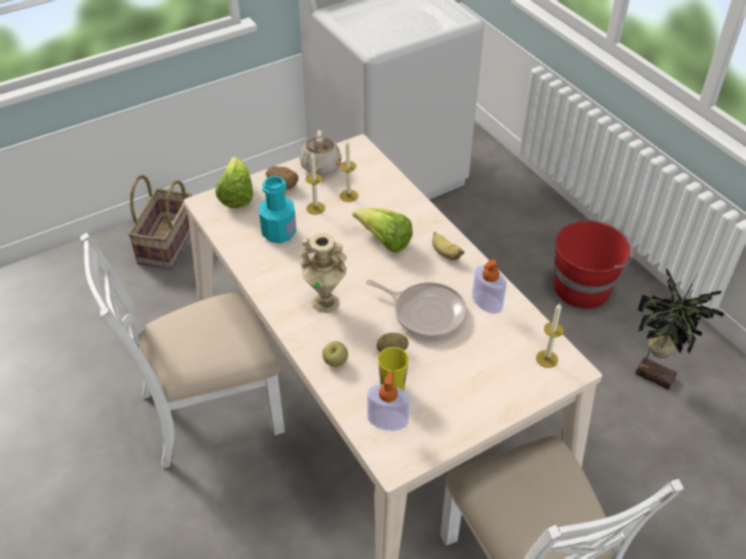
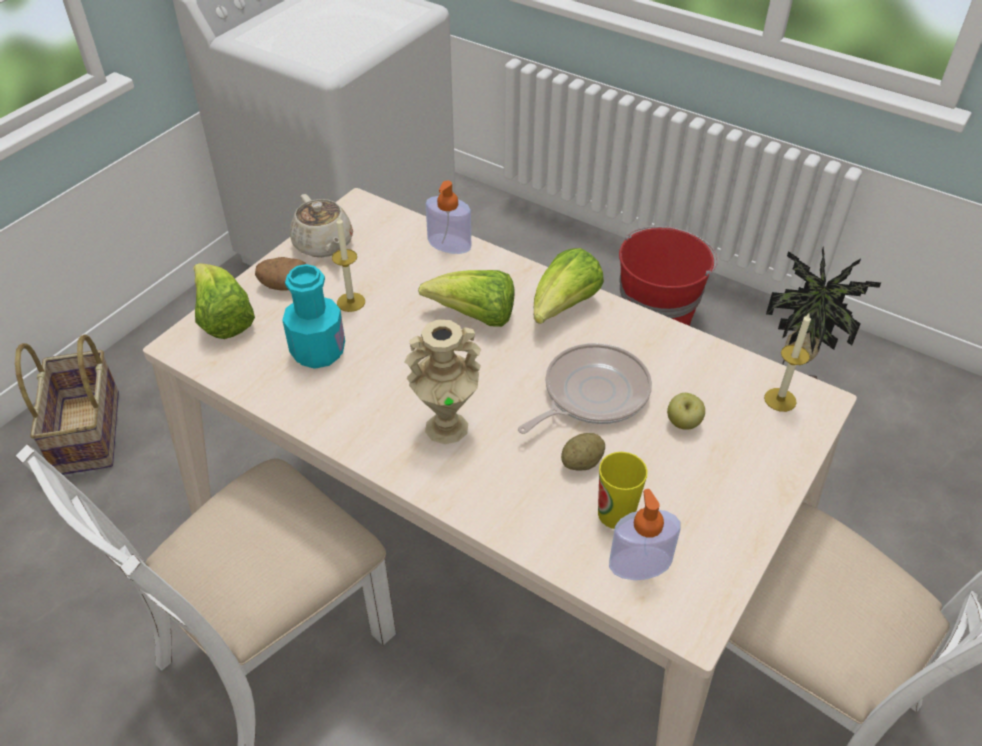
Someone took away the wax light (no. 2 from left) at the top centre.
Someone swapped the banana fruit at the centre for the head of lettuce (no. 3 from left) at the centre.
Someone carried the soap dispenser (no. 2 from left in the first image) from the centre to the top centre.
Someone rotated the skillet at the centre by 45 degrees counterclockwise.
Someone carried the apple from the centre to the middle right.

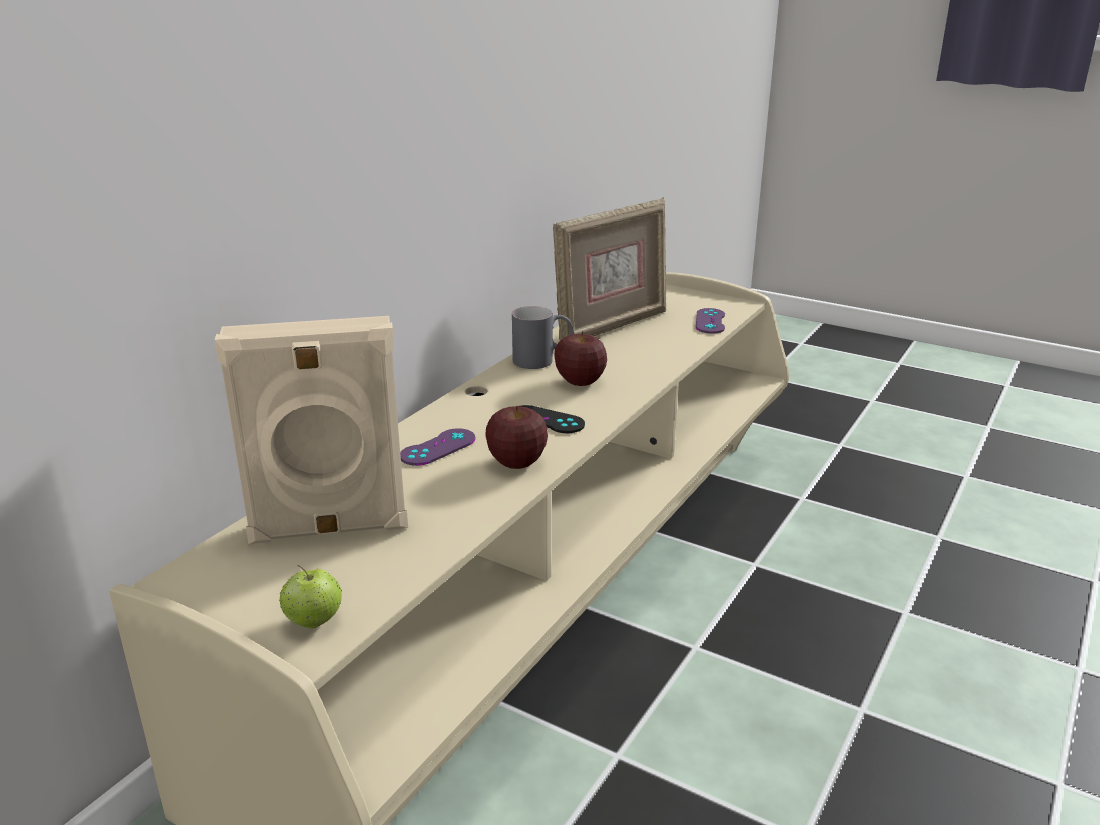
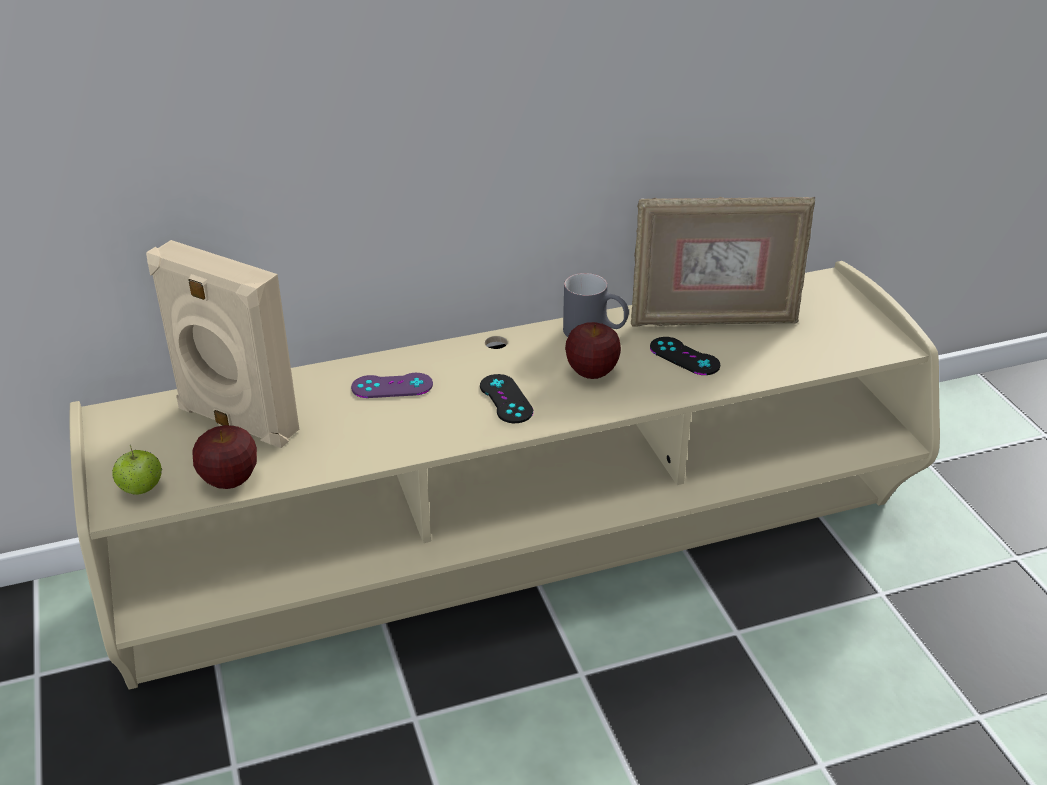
Someone took away the game controller in purplish (no. 2 from left) at the centre.
Someone carried the apple (no. 2 from left) from the centre to the middle left.
Someone put down the game controller in black-coloured (no. 2 from left) at the centre.

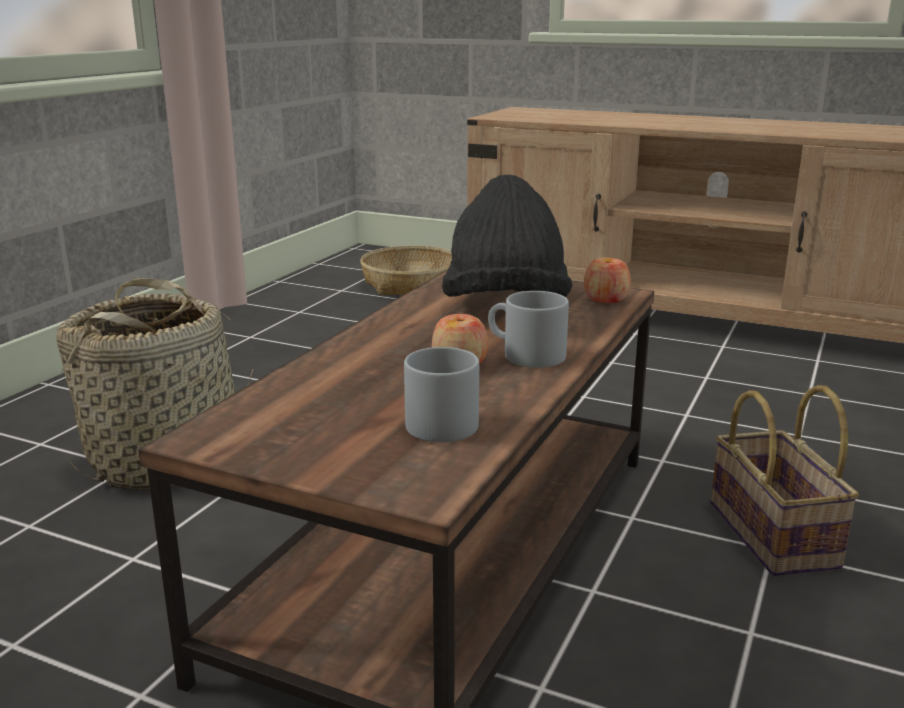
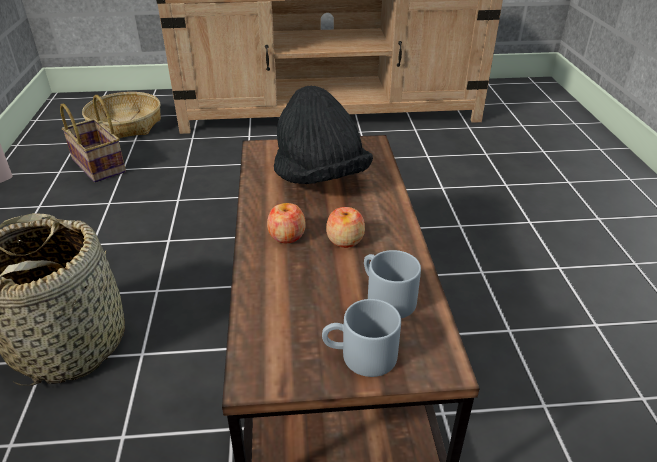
Someone carried the apple (no. 2 from left in the first image) from the middle right to the centre.
Someone carried the mug in greyish (no. 2 from left in the first image) from the centre to the bottom centre.
Someone carried the basket (no. 3 from left in the first image) from the bottom right to the top left.

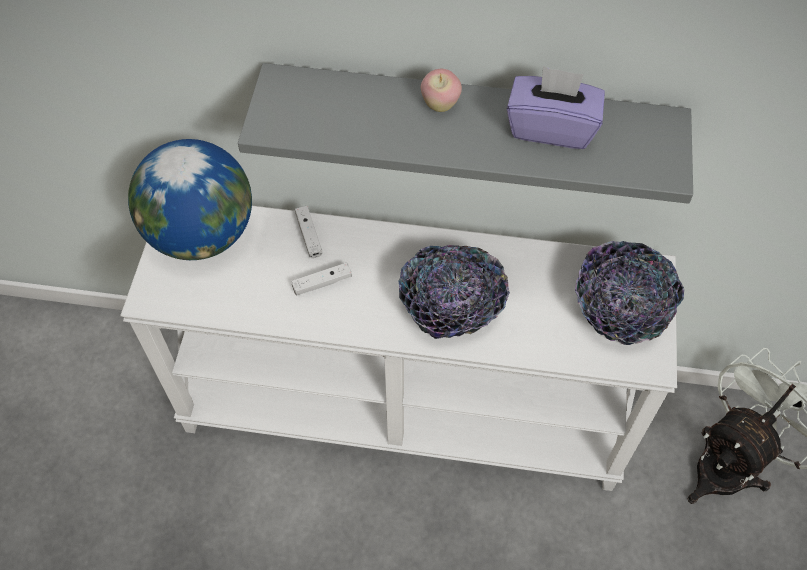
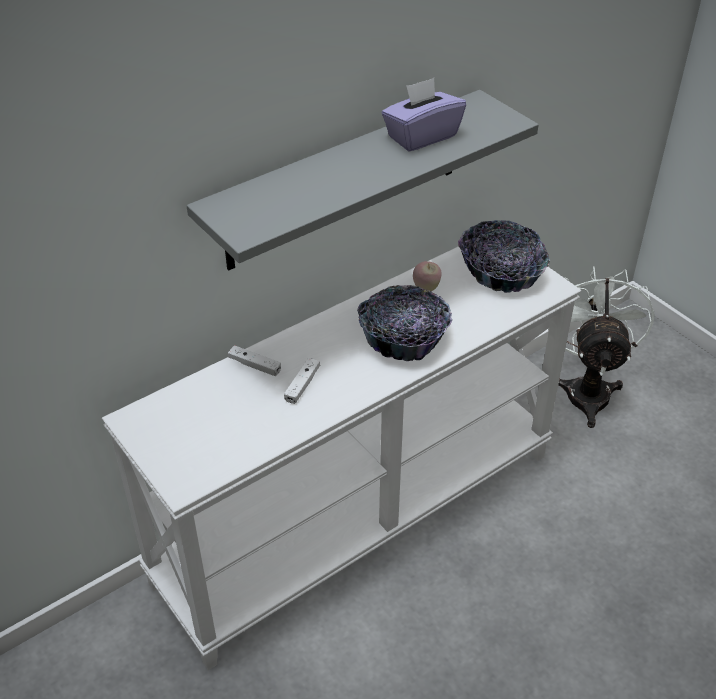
Someone carried the apple from the top centre to the centre.
Someone took away the globe at the middle left.

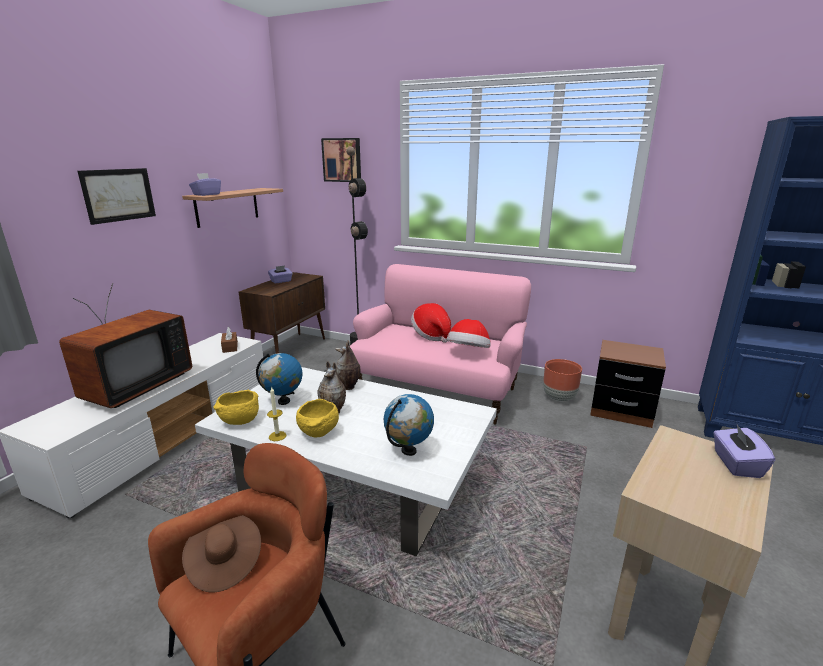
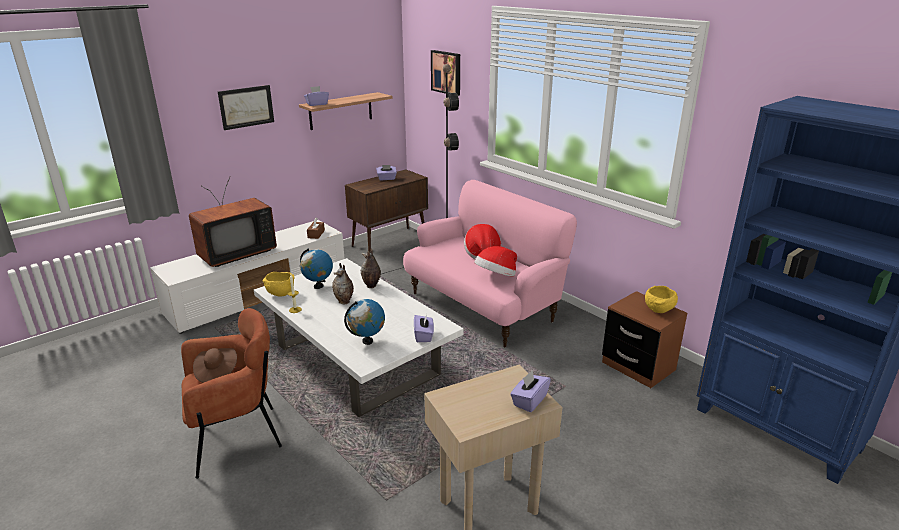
Someone took away the planter in brown-coloured at the middle right.
Someone carried the bowl in yellowish (no. 2 from left) from the centre to the middle right.
Someone put down the tissue holder in purplish (no. 3 from left) at the centre.

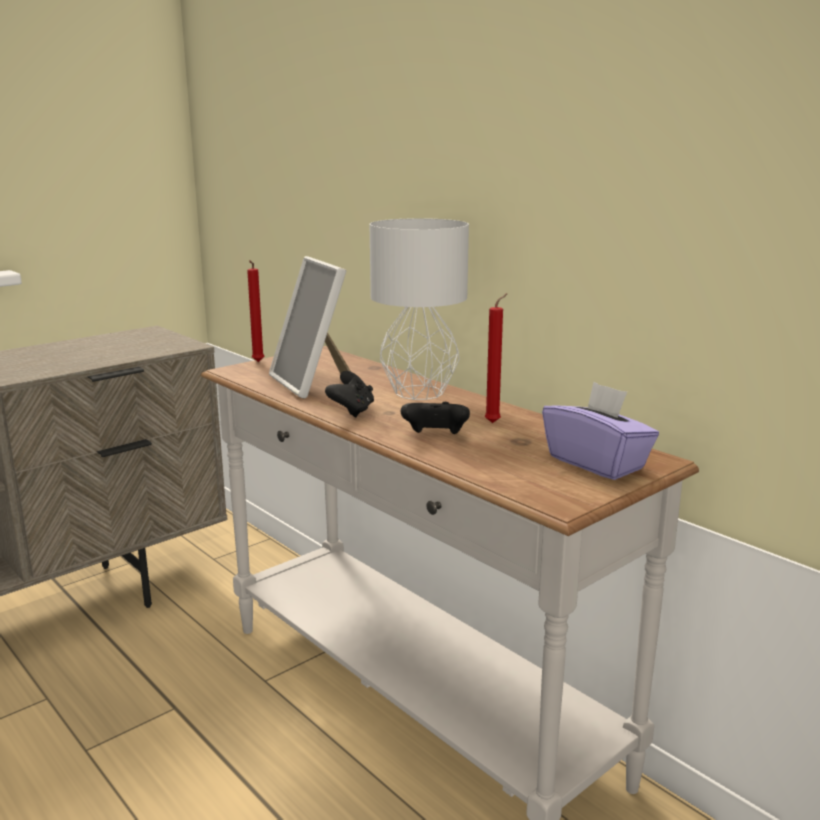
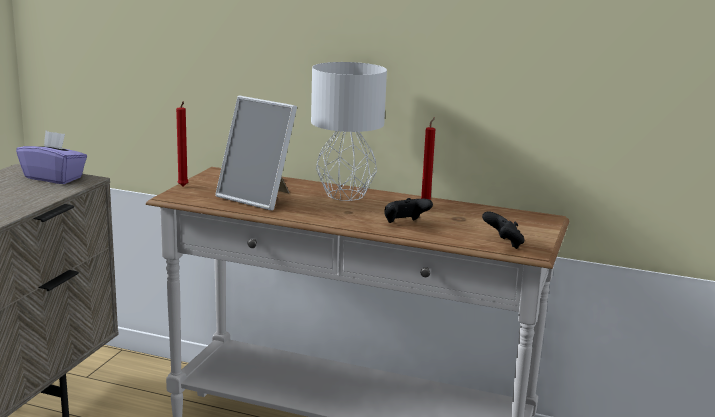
Someone carried the game controller in black-coloured (no. 1 from left in the first image) from the centre to the middle right.
Someone carried the tissue holder in purplish from the middle right to the middle left.

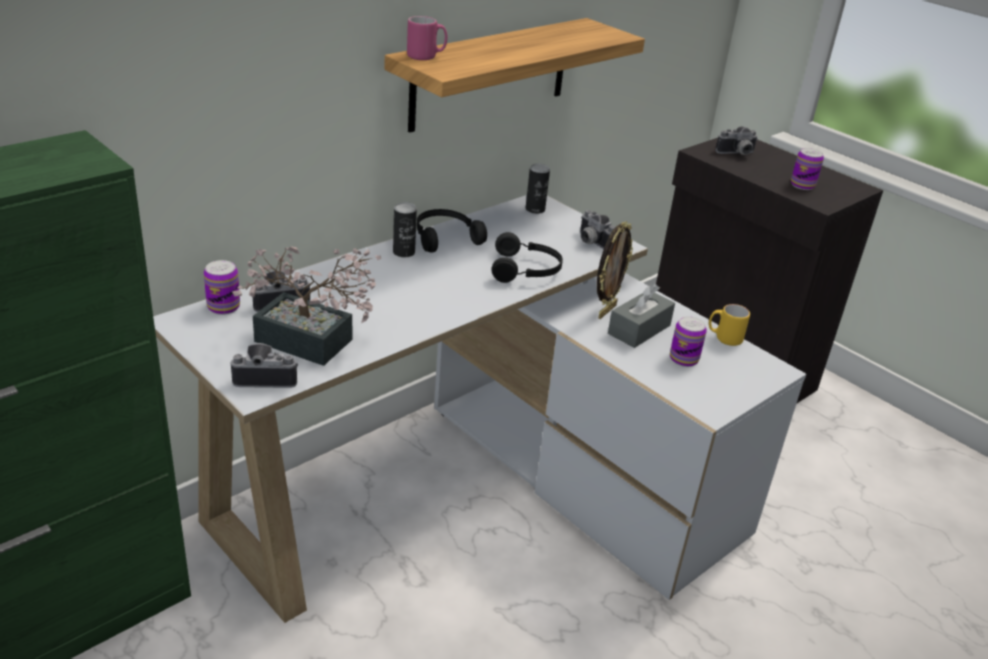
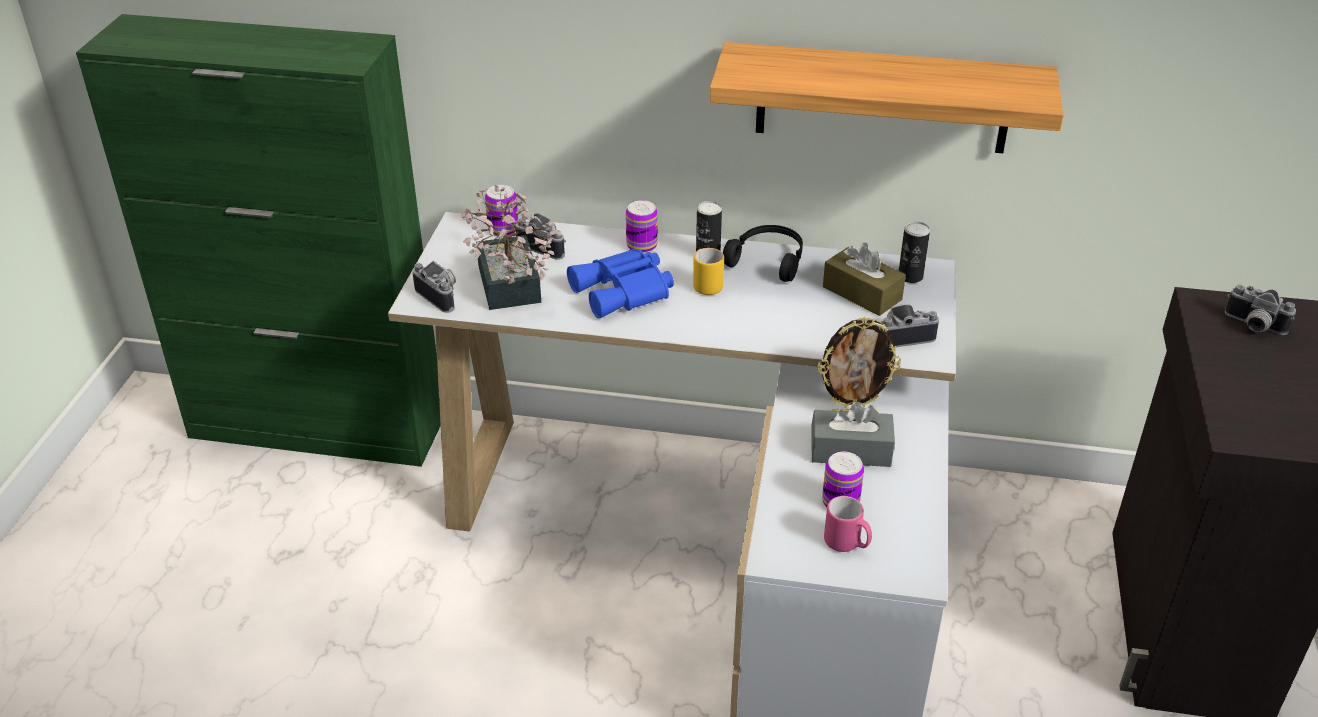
Someone carried the mug in pink from the top centre to the bottom centre.
Someone carried the metal can (no. 5 from left in the first image) from the top right to the top centre.
Someone rotated the still camera (no. 3 from left) at the centre by 60 degrees clockwise.
Someone took away the pair of headphones in black-coloured (no. 2 from left) at the centre.
Someone carried the mug in yellowish from the middle right to the centre.
Someone put down the tissue holder in brown-coloured at the centre.
Someone put down the field glasses in bluish at the centre.

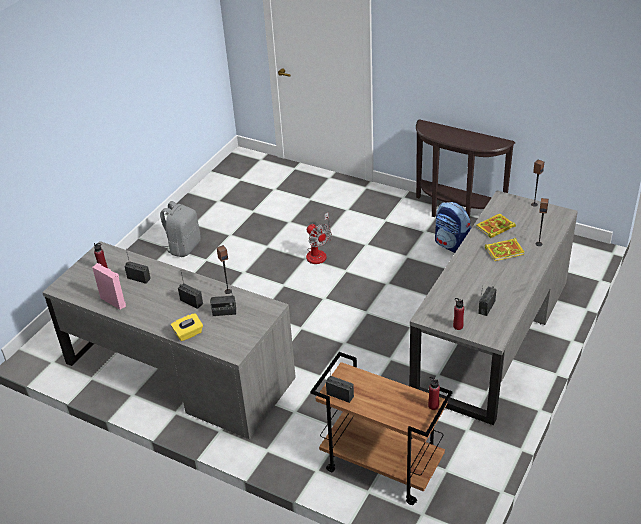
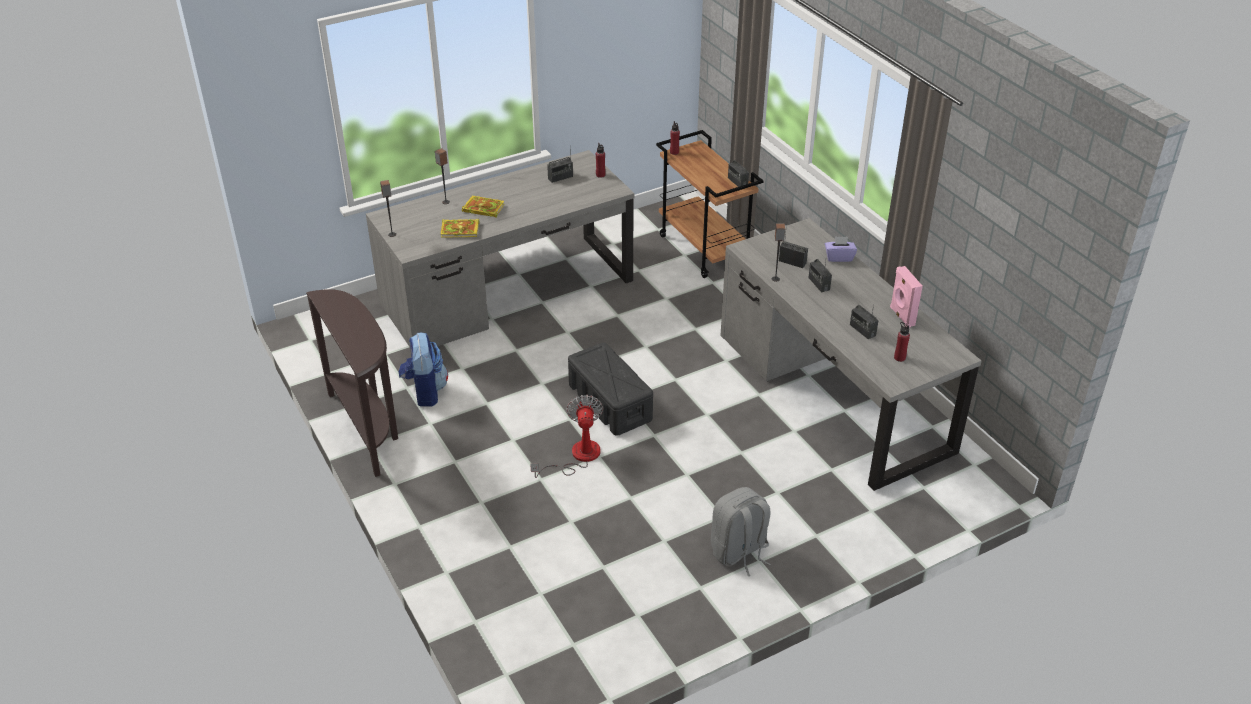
Someone repainted the tissue holder in yellowish at the middle left, which became the tissue holder in purplish at the middle right.
Someone put down the storage container in black-coloured at the centre.

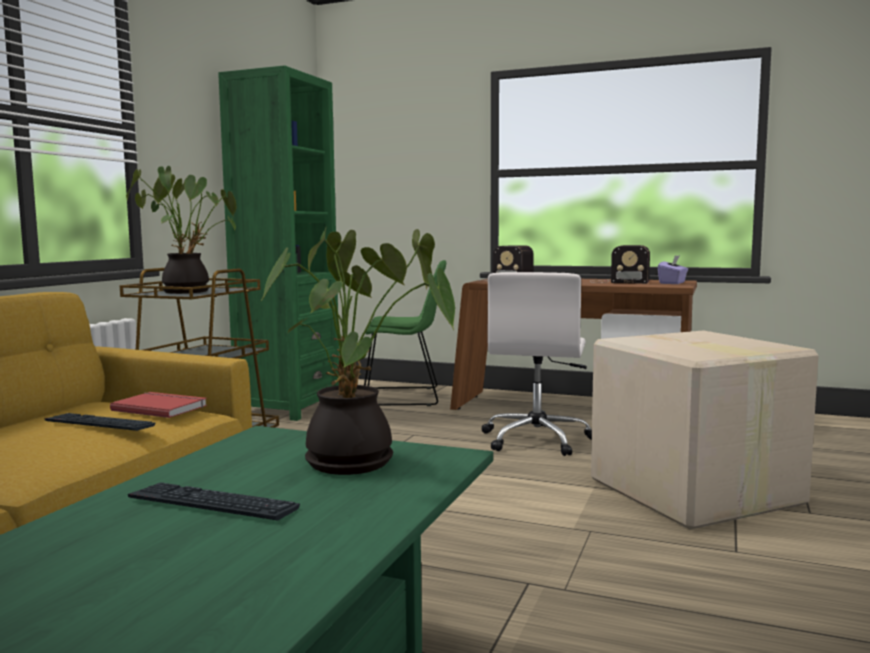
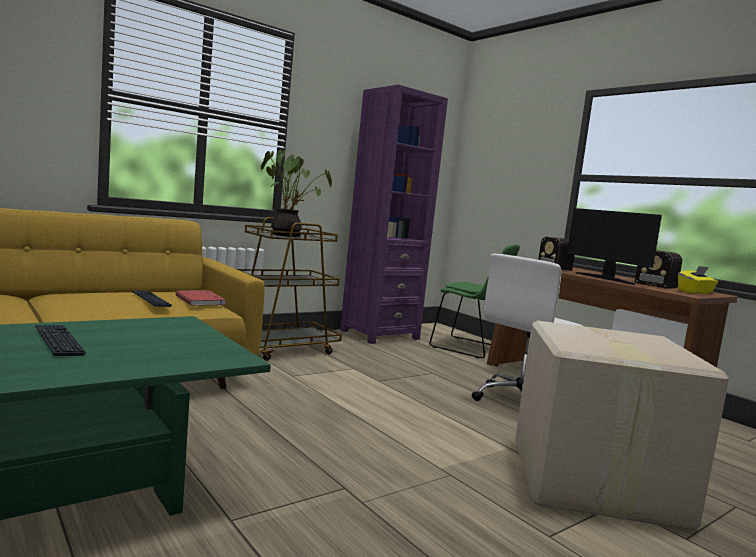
Someone repainted the bookshelf in green at the middle left, which became the bookshelf in purplish at the centre.
Someone took away the plant in a pot (no. 2 from left) at the centre.
Someone repainted the tissue holder in purplish at the middle right, which became the tissue holder in yellowish at the middle right.
Someone put down the computer display at the middle right.

